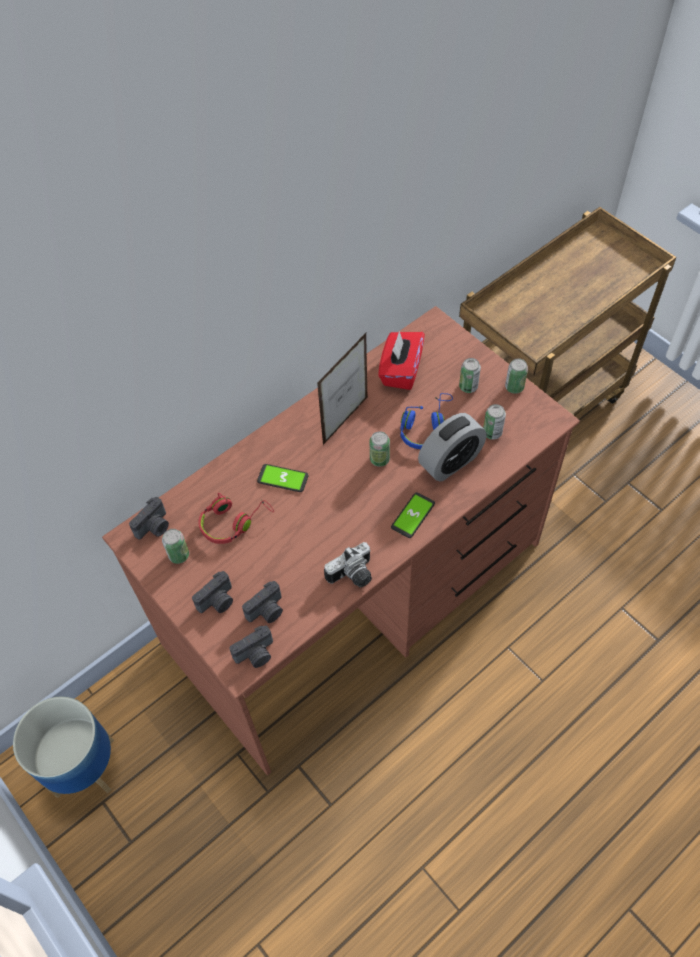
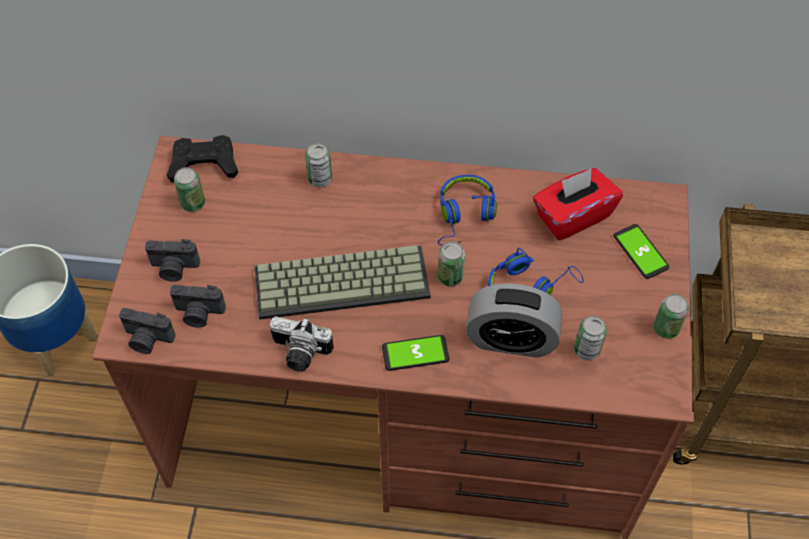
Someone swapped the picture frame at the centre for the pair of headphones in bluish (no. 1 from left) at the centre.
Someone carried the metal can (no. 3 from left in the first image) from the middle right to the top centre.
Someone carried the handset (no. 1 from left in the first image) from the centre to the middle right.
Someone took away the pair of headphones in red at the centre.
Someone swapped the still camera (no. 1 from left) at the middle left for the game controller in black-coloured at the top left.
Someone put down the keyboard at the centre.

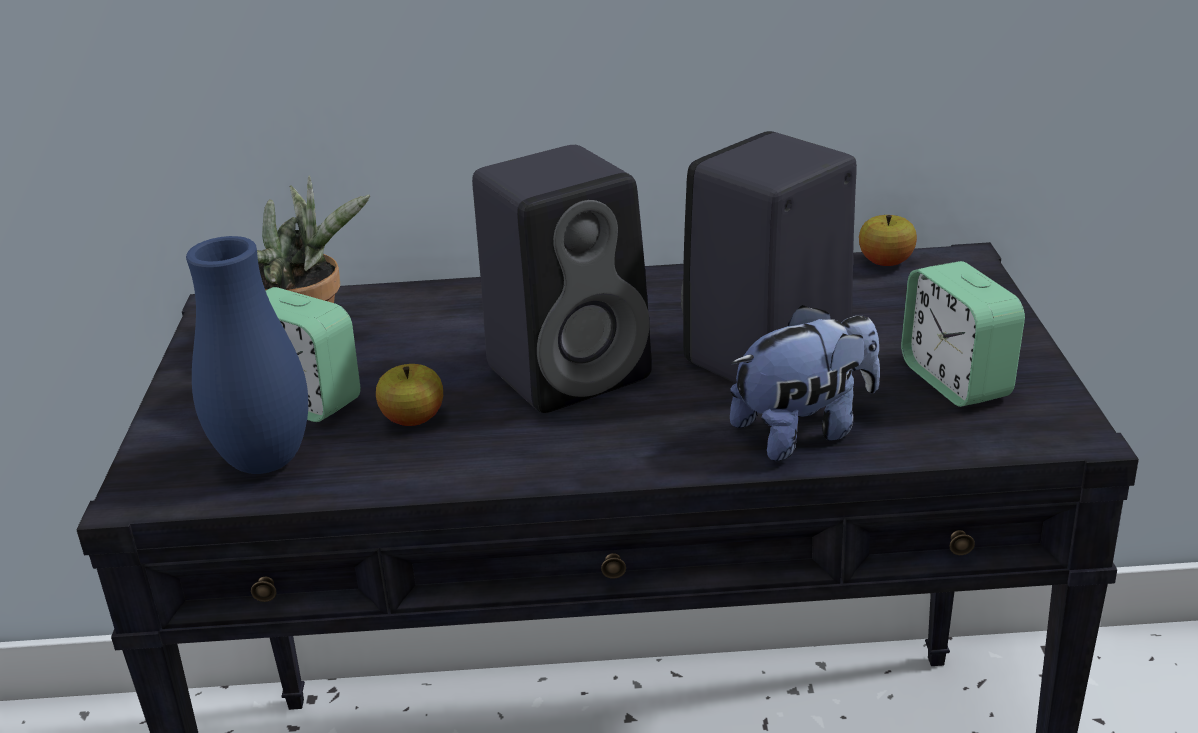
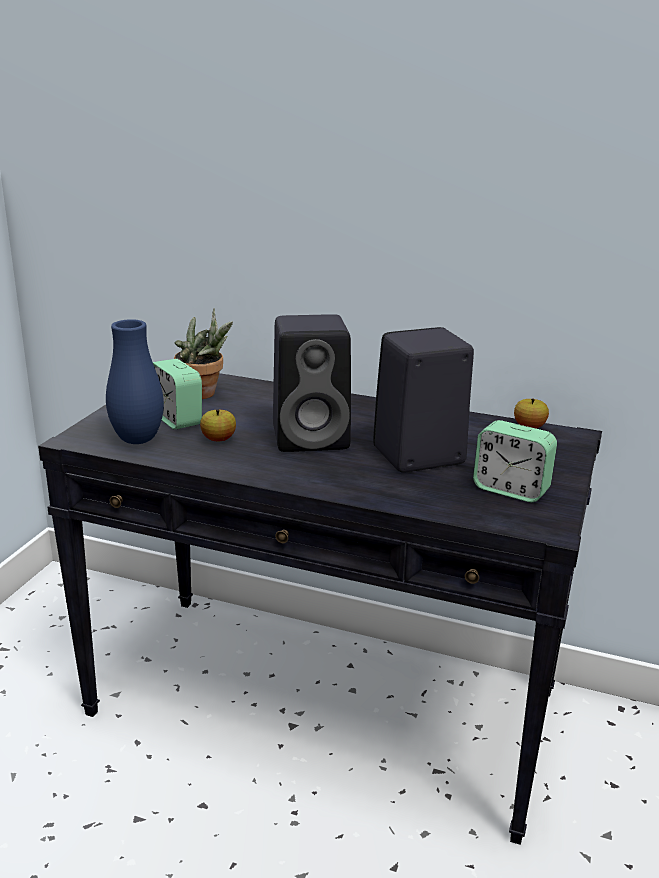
Someone rotated the alarm clock (no. 2 from left) at the middle right by 60 degrees counterclockwise.
Someone took away the soft toy at the middle right.

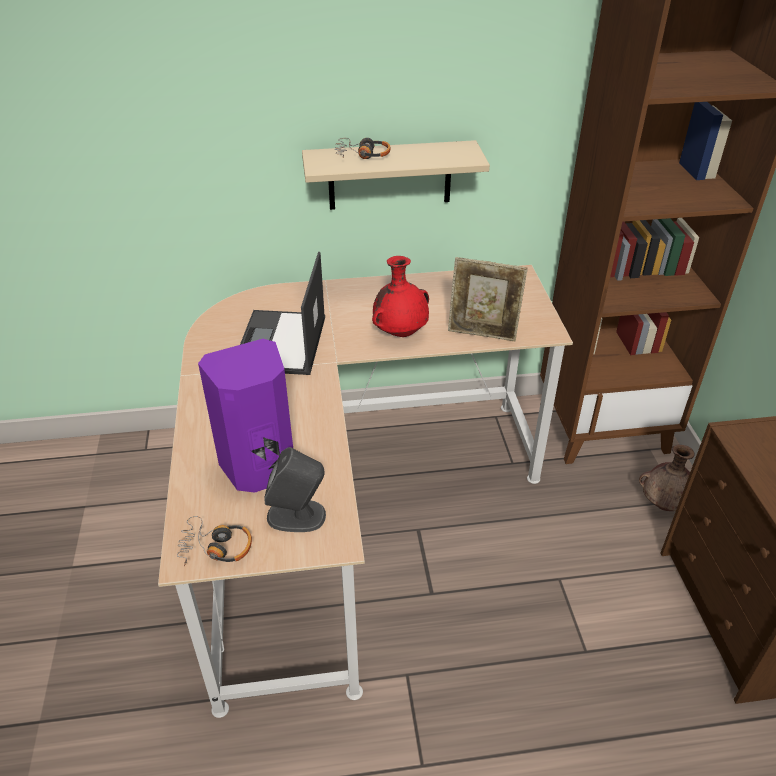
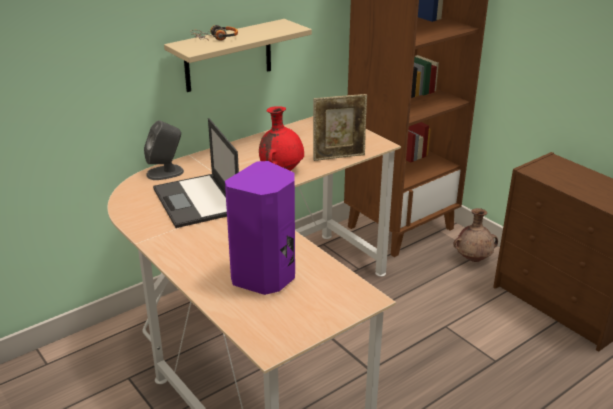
Someone carried the loudspeaker in greyish from the centre to the middle left.
Someone took away the pair of headphones (no. 1 from left) at the bottom left.

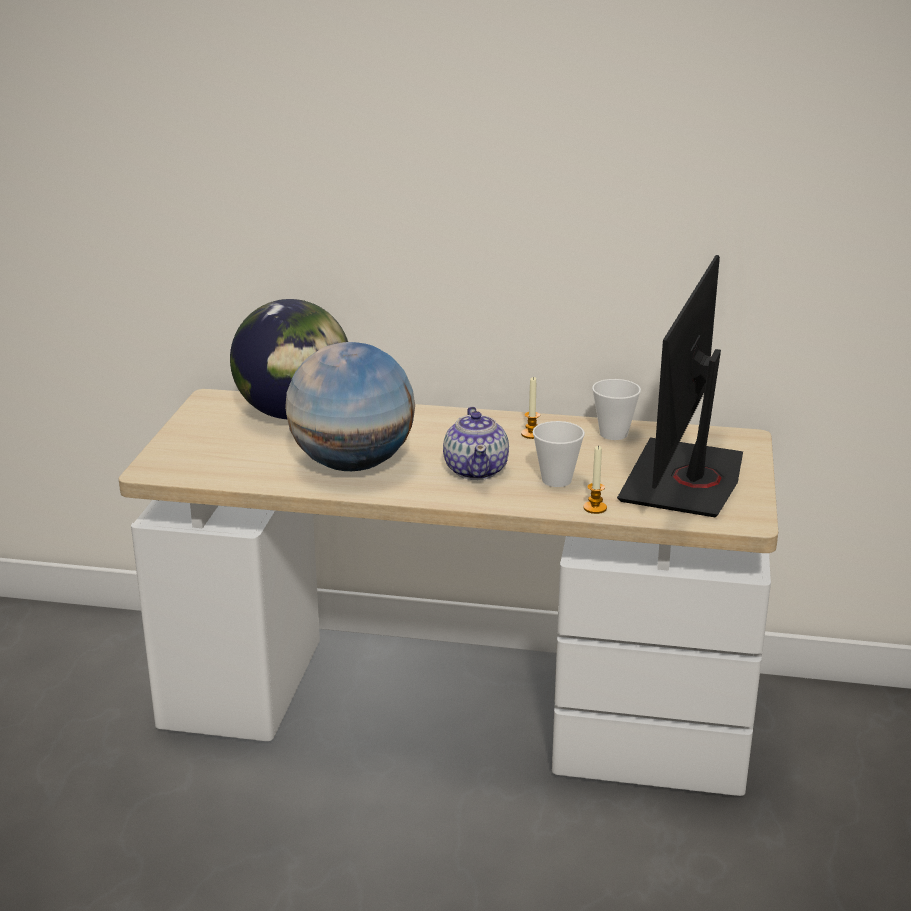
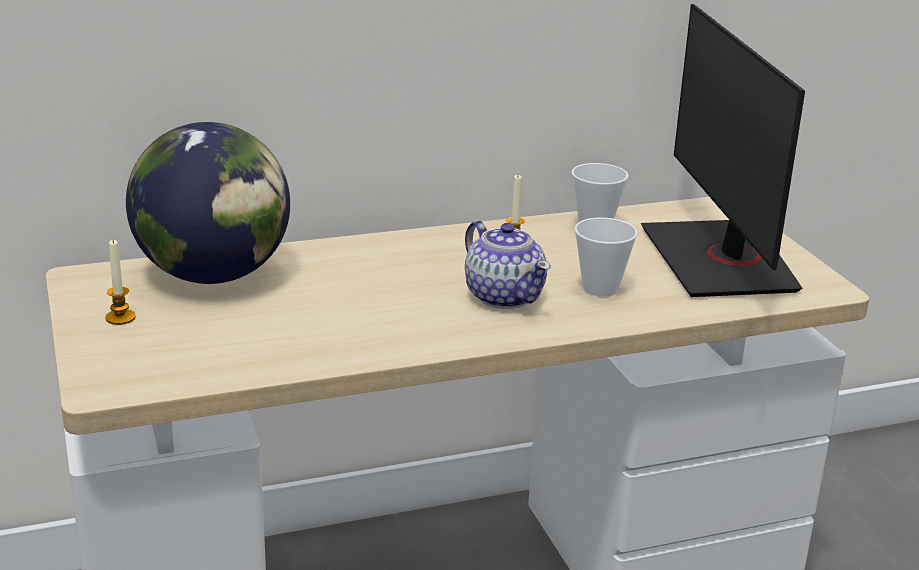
Someone took away the globe (no. 2 from left) at the centre.
Someone carried the wax light (no. 2 from left in the first image) from the centre to the middle left.

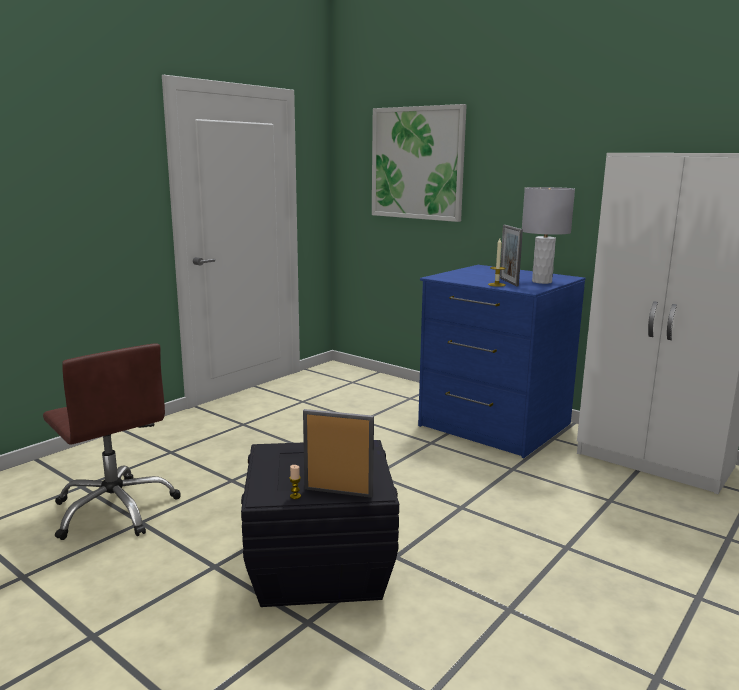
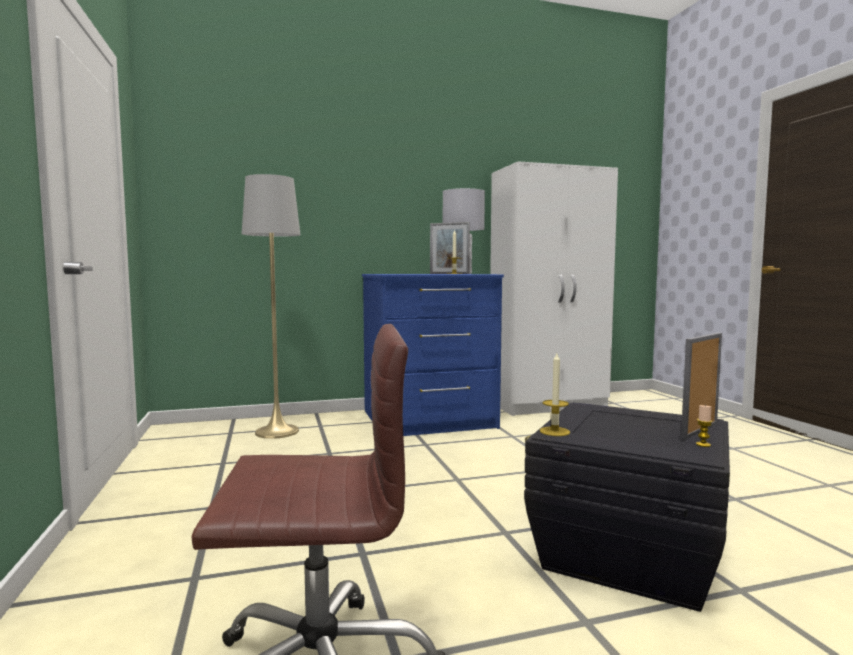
Someone took away the picture at the top centre.
Someone put down the floor lamp in greyish at the middle left.
Someone put down the wax light (no. 2 from left) at the centre.

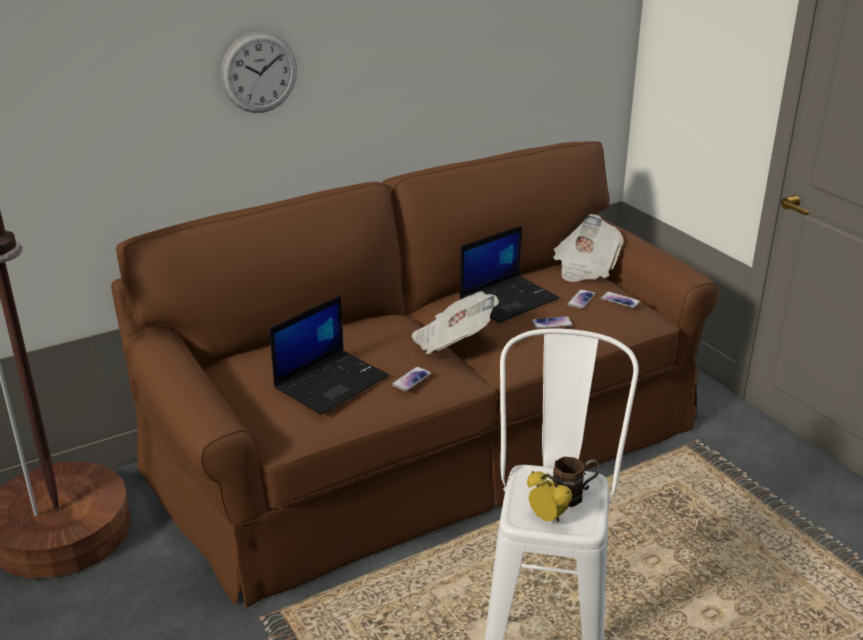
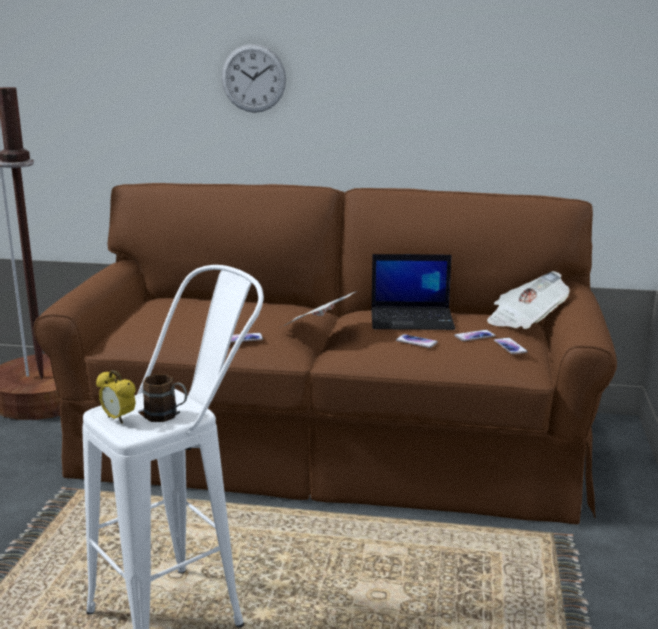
Someone took away the laptop (no. 1 from left) at the centre.
Someone rotated the alarm clock at the bottom centre by 135 degrees clockwise.

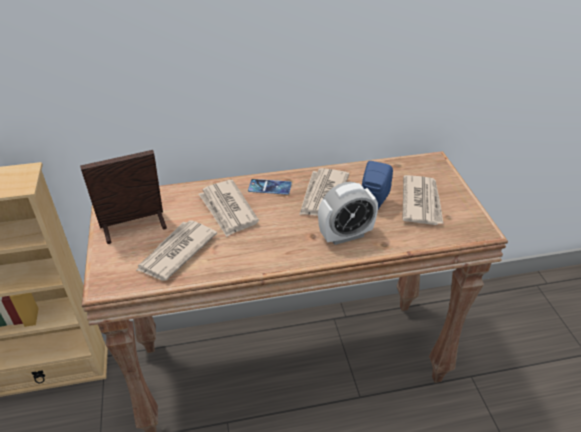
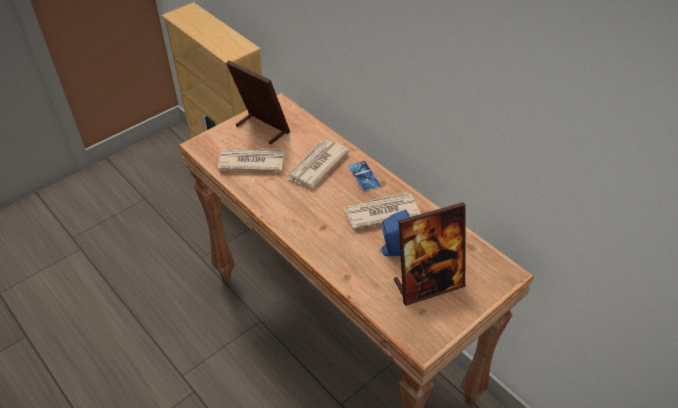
Someone swapped the daily paper (no. 4 from left) at the middle right for the picture frame (no. 2 from left) at the centre.
Someone took away the alarm clock at the centre.

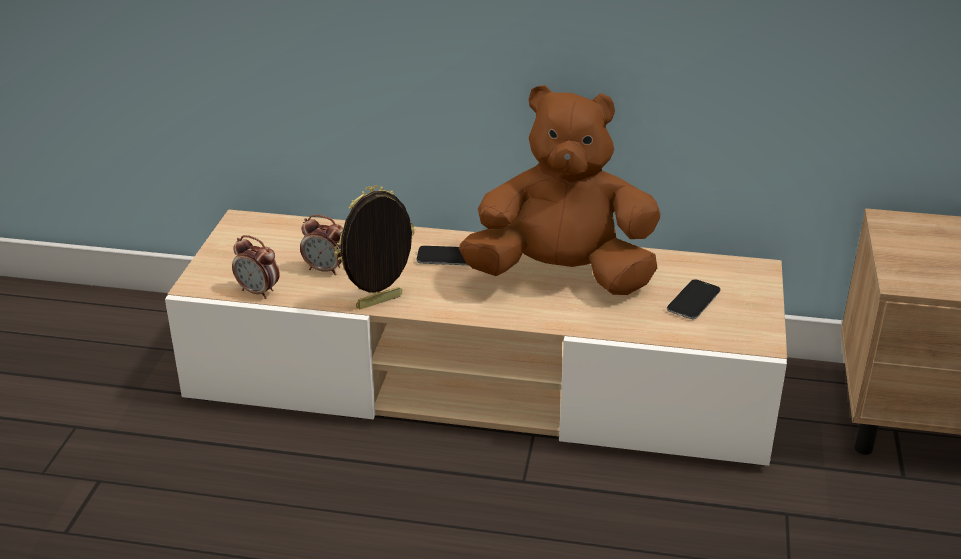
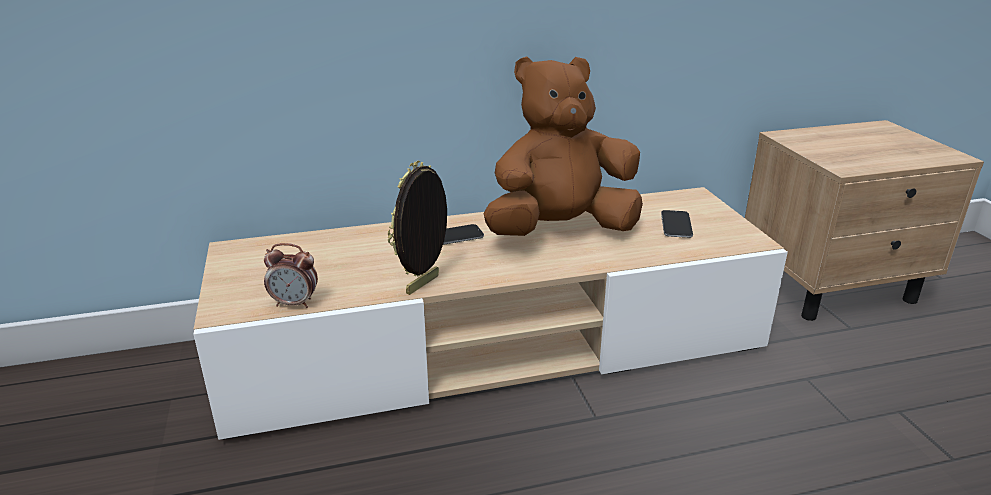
Someone took away the alarm clock (no. 2 from left) at the centre.

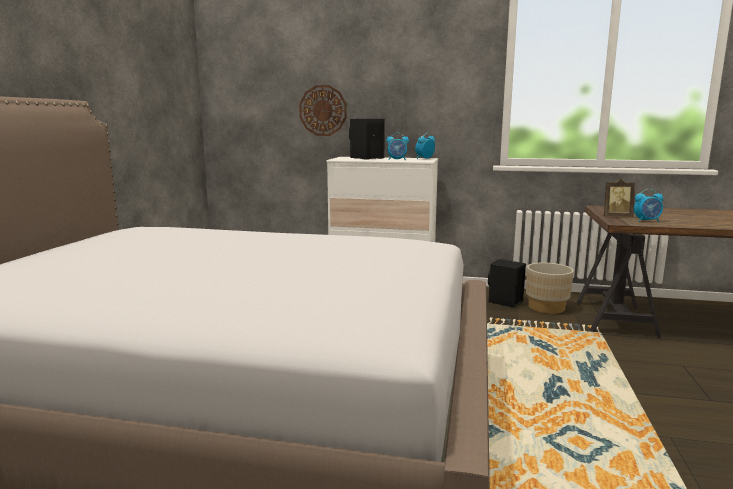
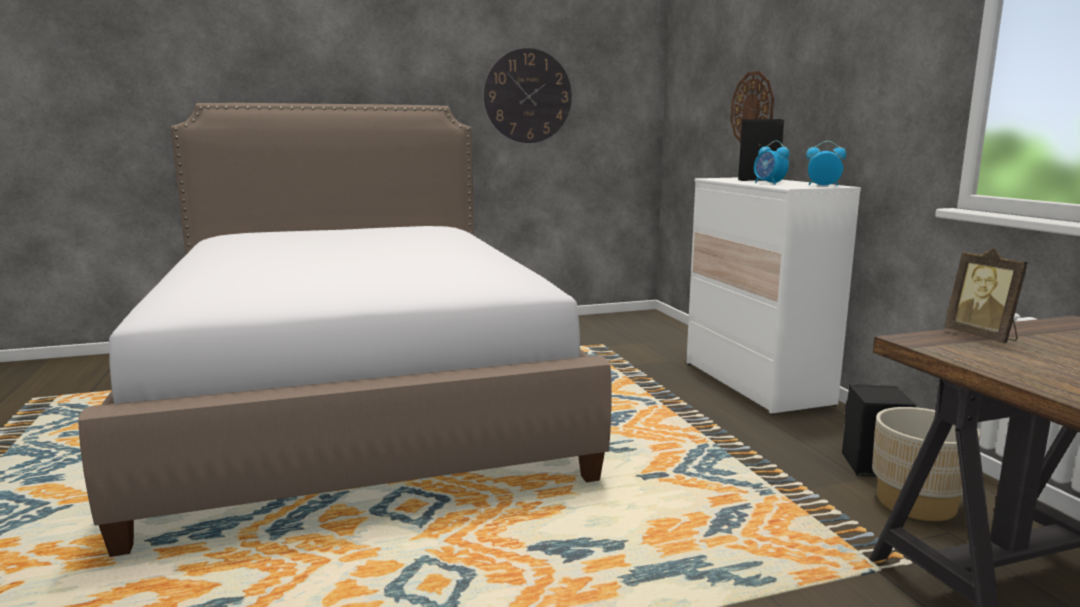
Someone took away the alarm clock (no. 3 from left) at the middle right.
Someone put up the hanging clock (no. 1 from left) at the top centre.

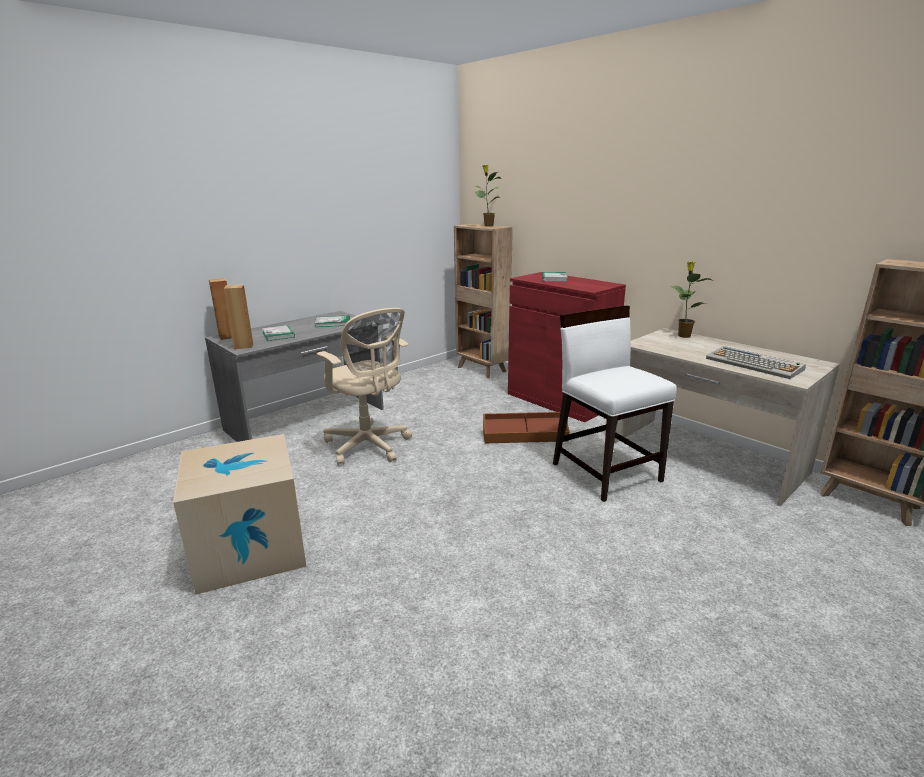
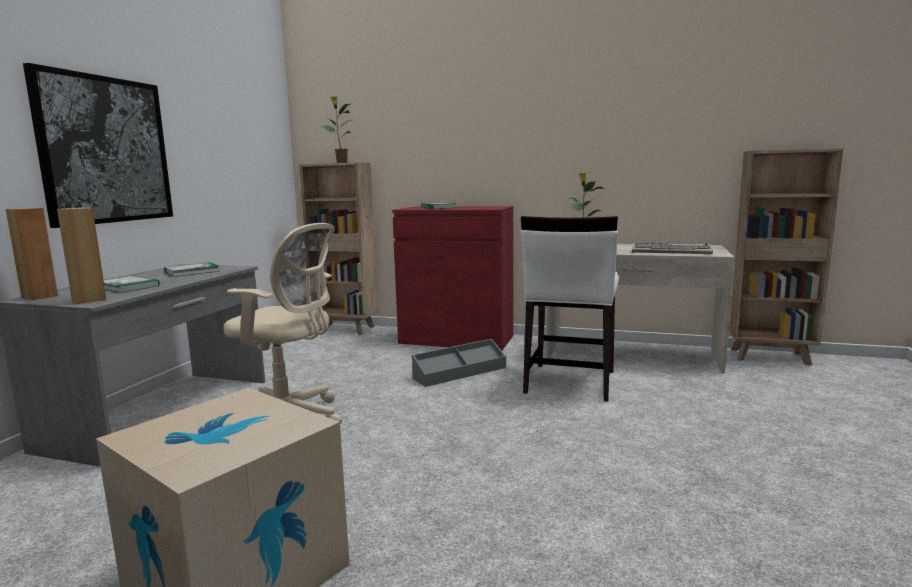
Someone rotated the upright chair in white-coloured at the centre by 105 degrees counterclockwise.
Someone repainted the storage container in brown-coloured at the centre, which became the storage container in greyish at the centre.
Someone put up the picture at the top left.

